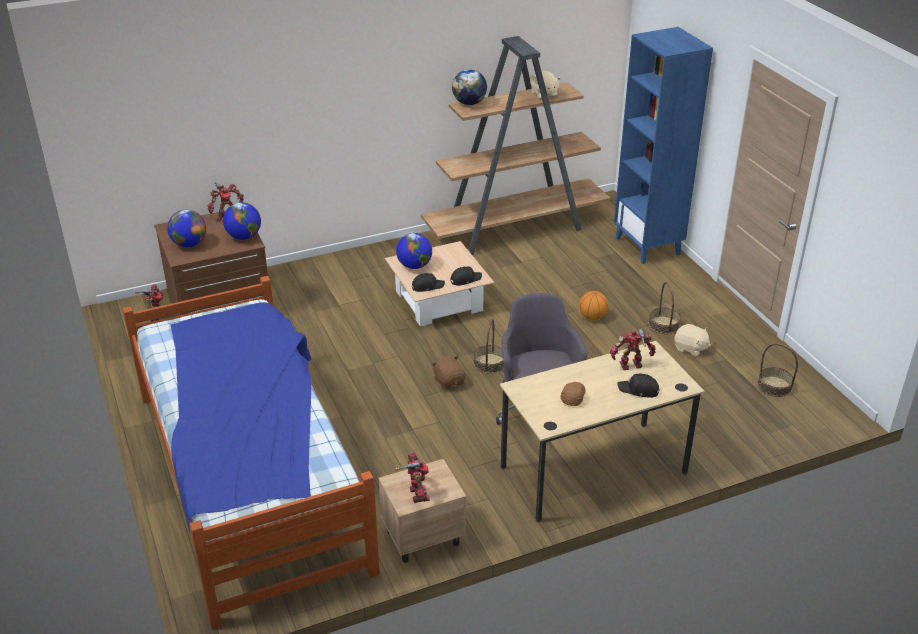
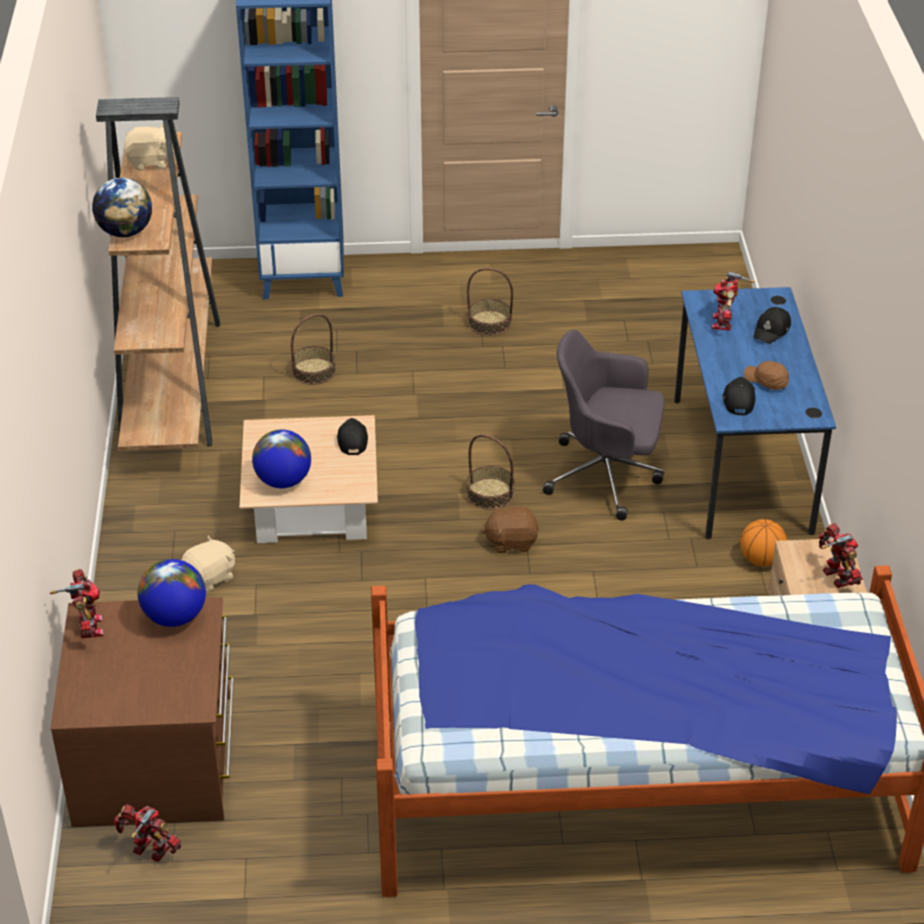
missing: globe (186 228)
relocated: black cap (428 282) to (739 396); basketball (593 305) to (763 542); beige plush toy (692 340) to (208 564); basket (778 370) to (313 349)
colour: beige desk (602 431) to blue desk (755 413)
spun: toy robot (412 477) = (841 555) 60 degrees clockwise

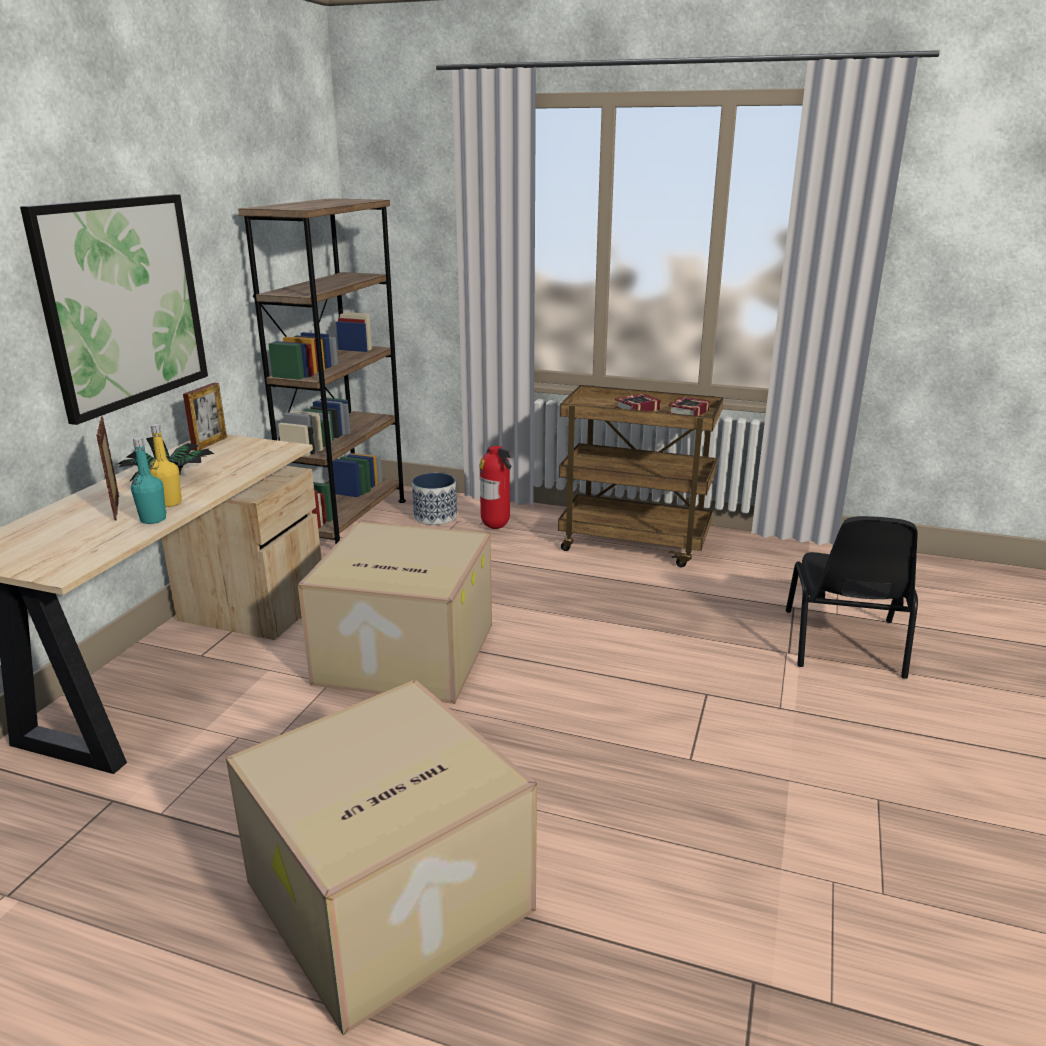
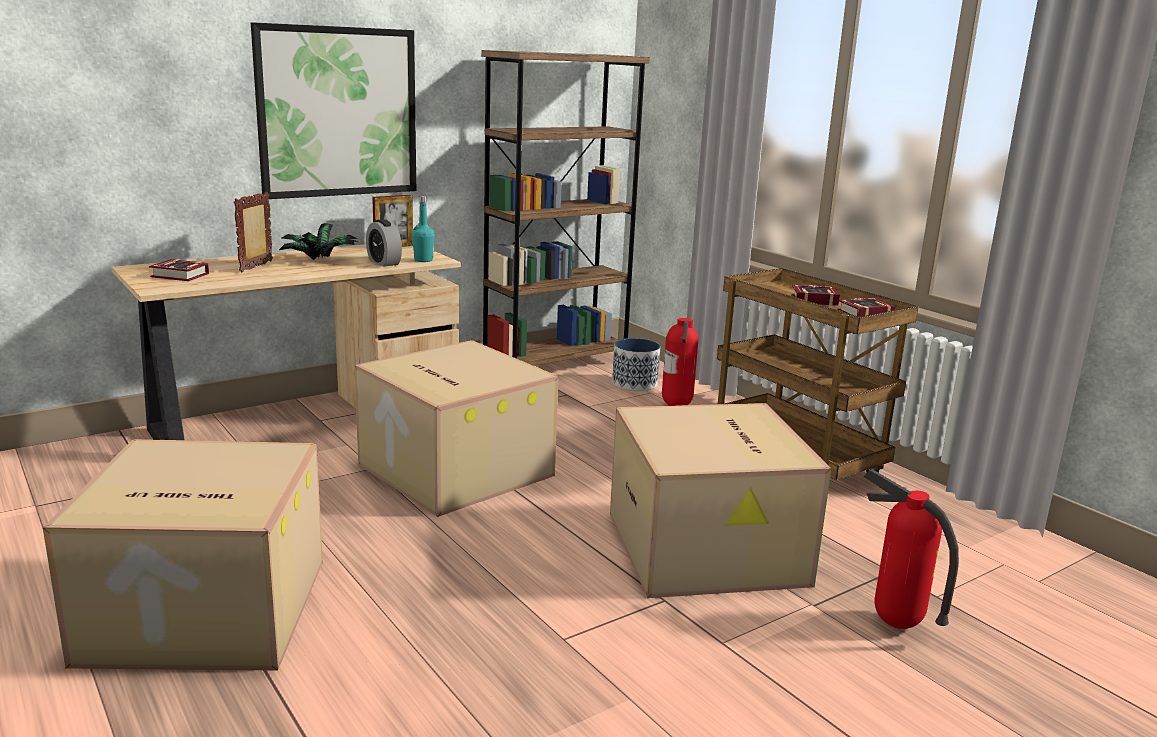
missing: yellow bottle (165 465)
appeared: alarm clock (384 243); book (179 270); cardboard box (720 500)
relocated: turquoise bottle (149 480) to (423 229)
exchanged: black chair (852 597) to fire extinguisher (911 549)

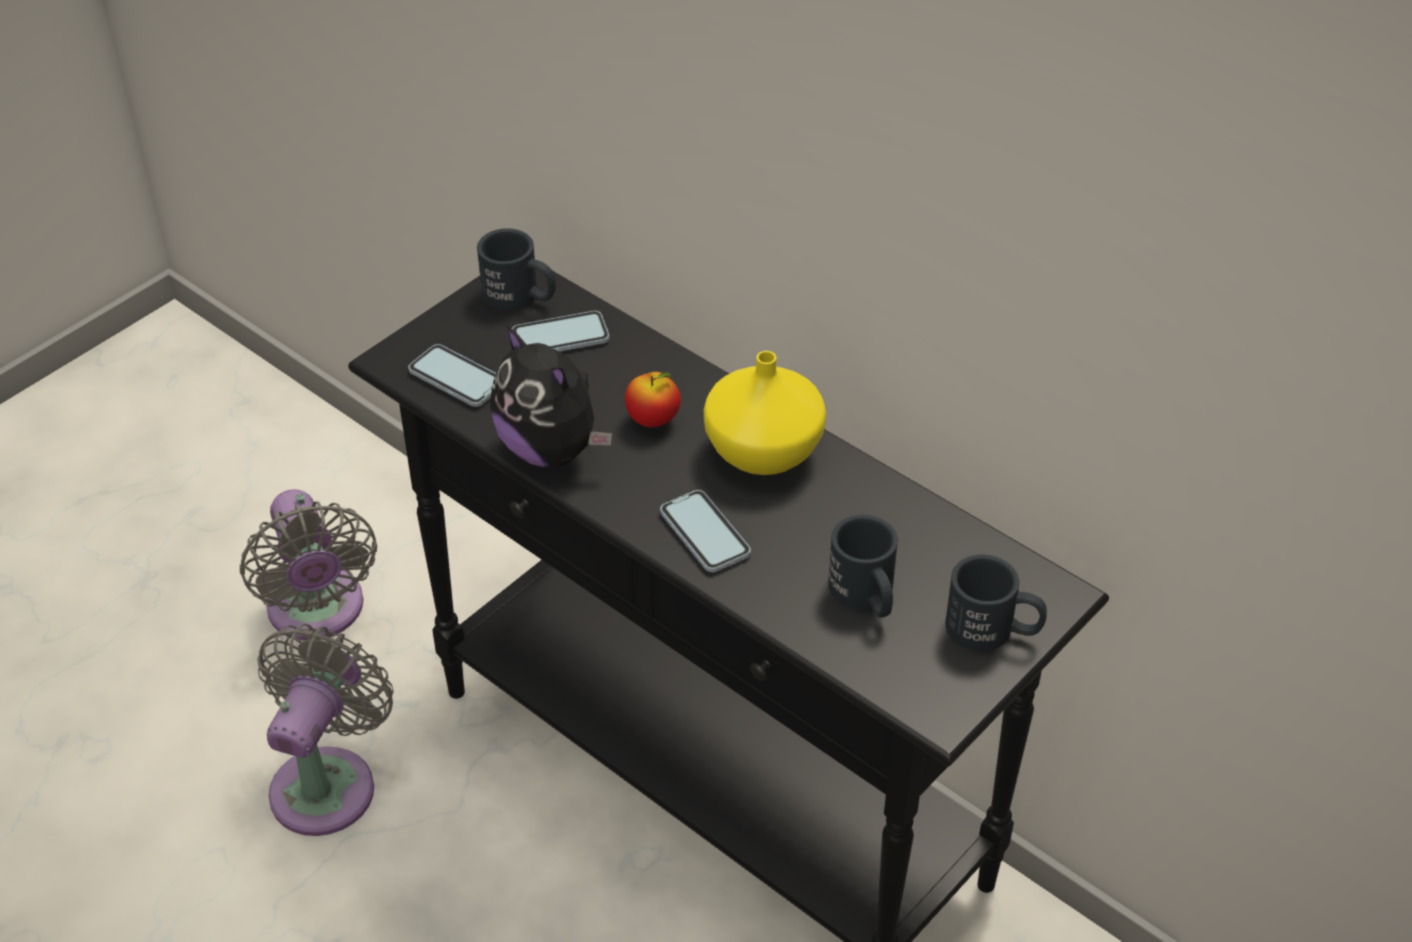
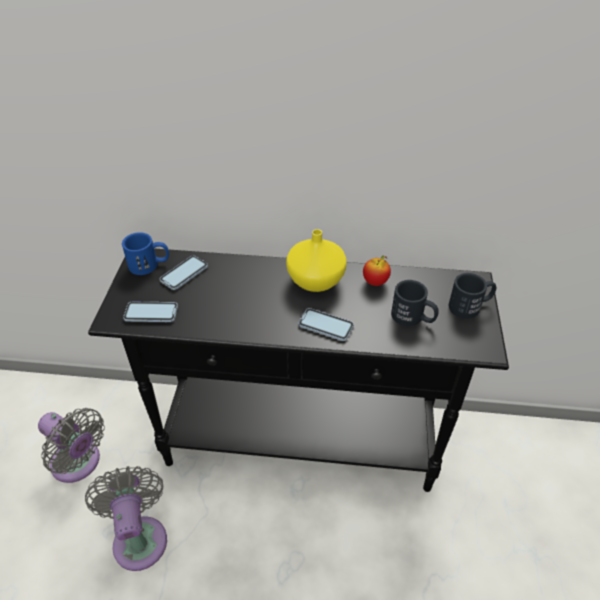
missing: plush toy (551 396)
relocated: apple (653 399) to (377 270)
colour: black mug (516 269) to blue mug (145 253)

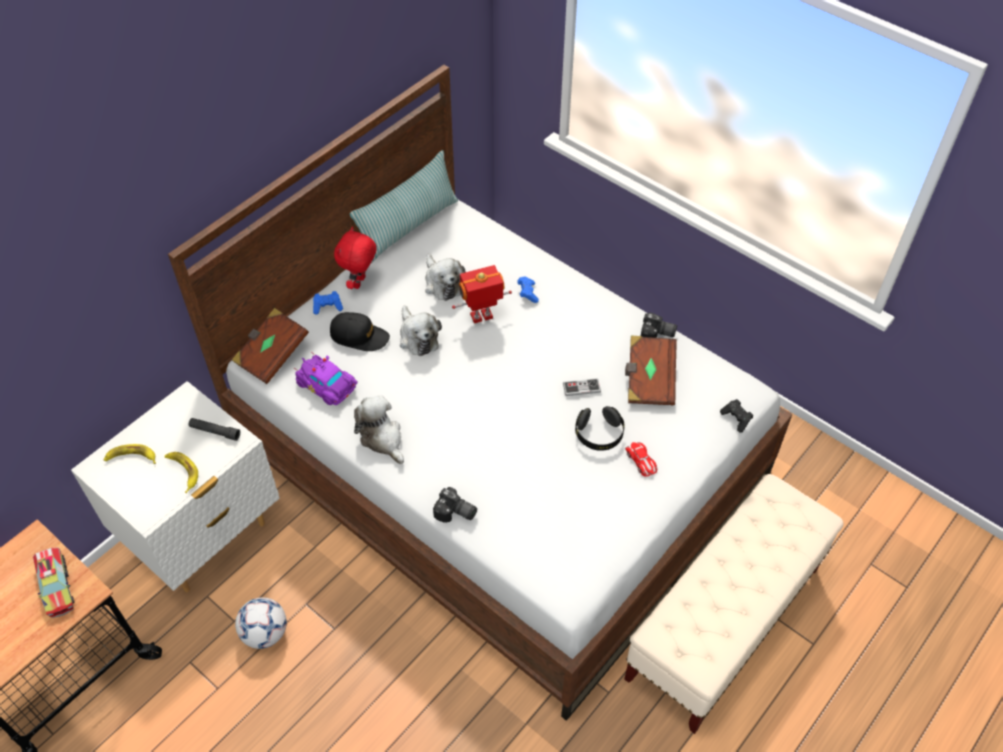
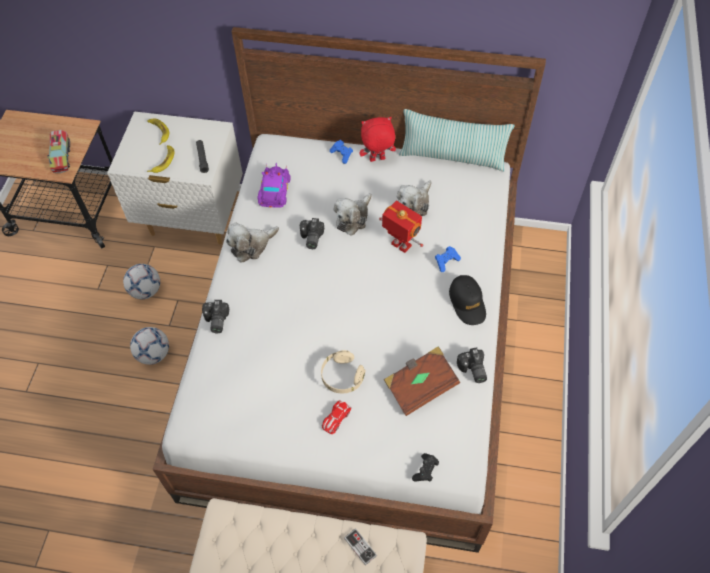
missing: brown book (270 346)
appeared: photo camera (312 233); football (149 346)
relocated: black cap (360 331) to (467 300); game controller (582 387) to (360 547)
colour: black headphones (600 428) to beige headphones (343 372)
spun: plush toy (379 429) = (252 242) 150 degrees counterclockwise; toy truck (54 582) = (58 151) 45 degrees counterclockwise

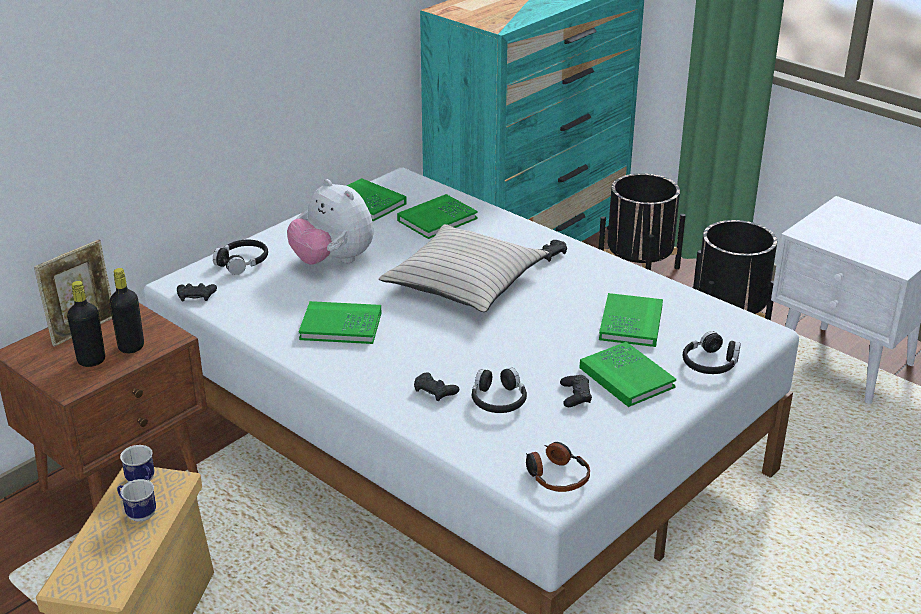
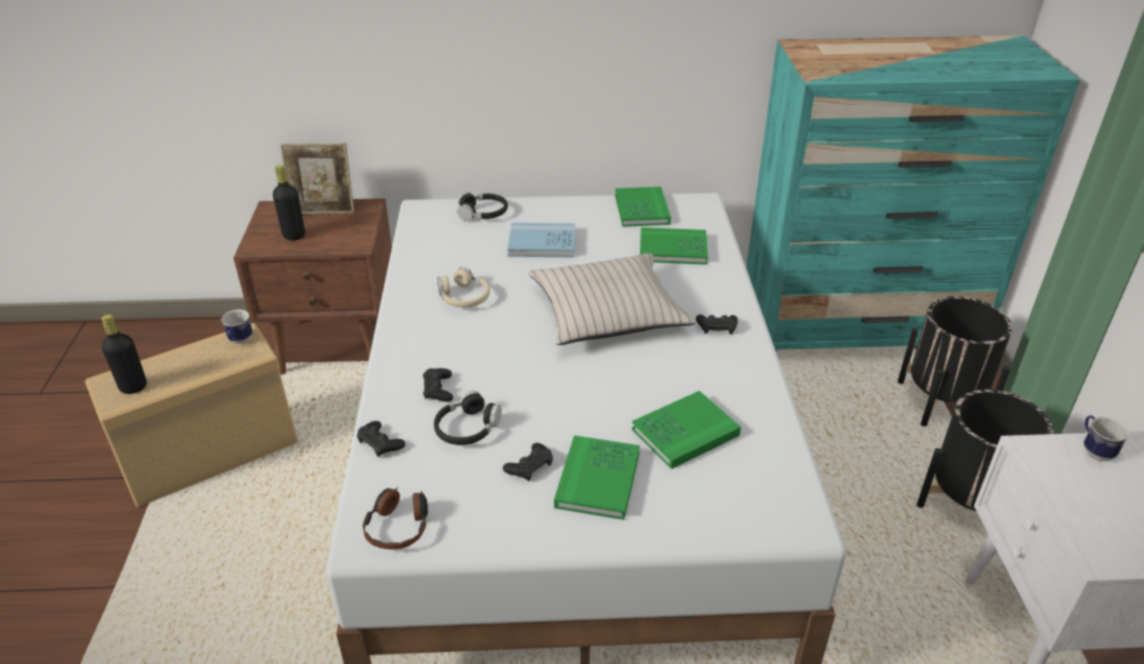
missing: black headphones (712 352)
relocated: black bottle (126 311) to (124 354); black game controller (197 292) to (381 439); mug (136 500) to (1106 438)
exchanged: plush toy (330 222) to blue book (541 240); green book (340 322) to beige headphones (463 287)

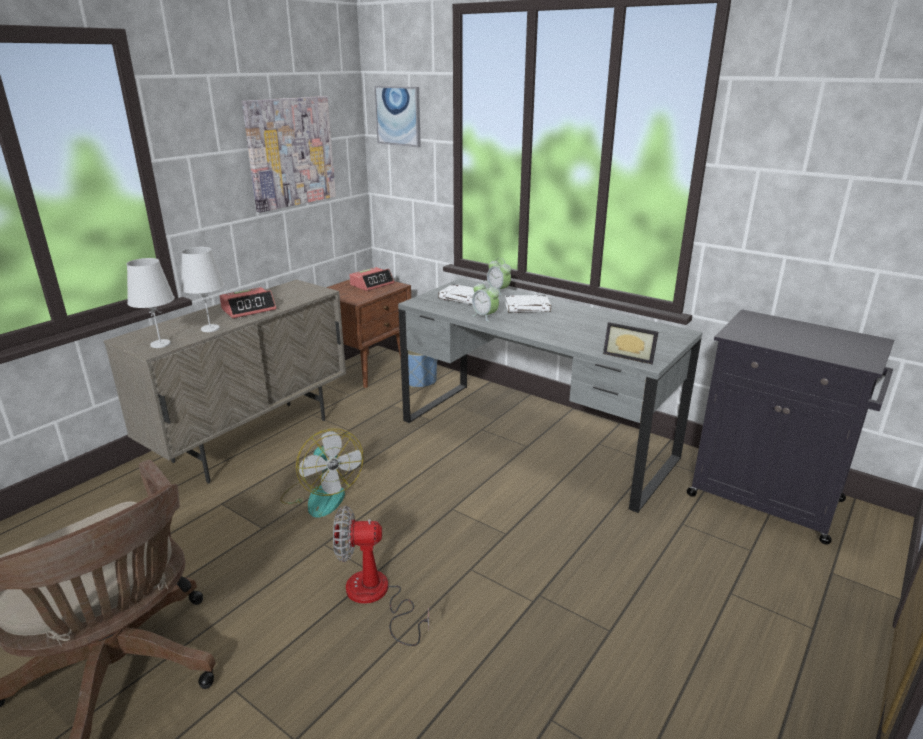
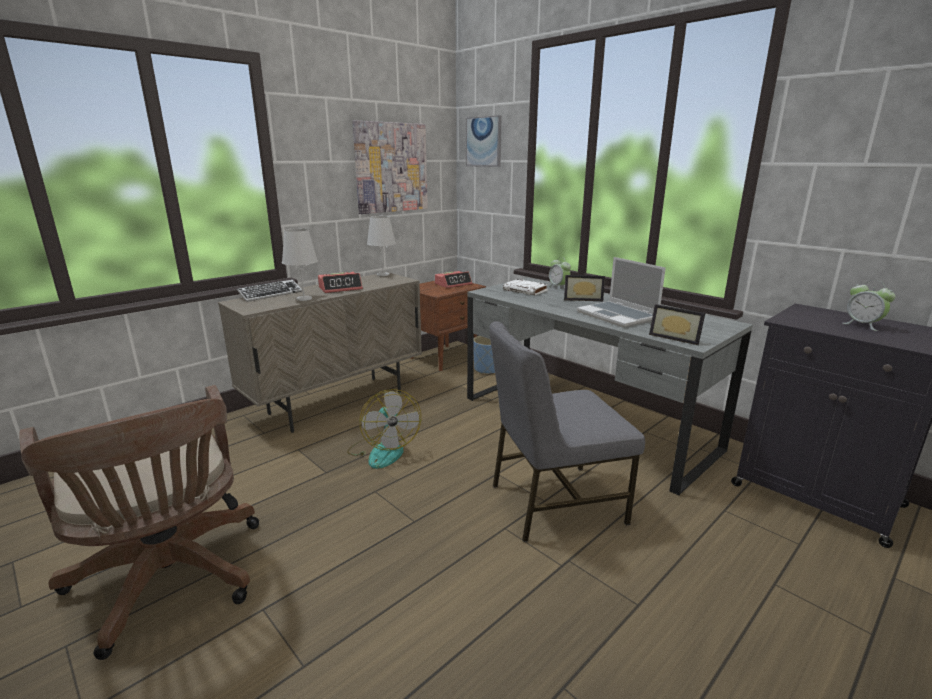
missing: fan (381 576)
appeared: laptop (621 292); keyboard (269 290); grey chair (567 431)
relocated: white table lamp (151 303) to (381 246); alarm clock (485 301) to (869 305)
exchanged: white book (528 304) to picture frame (584 288)

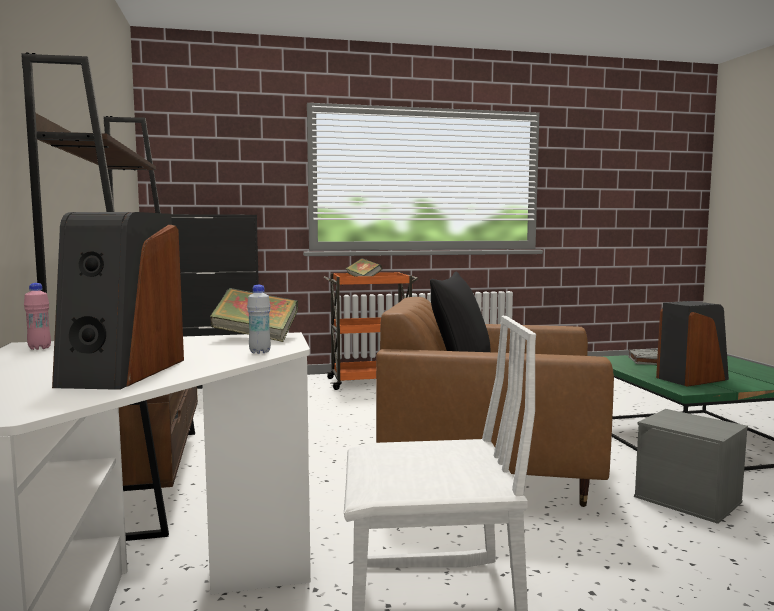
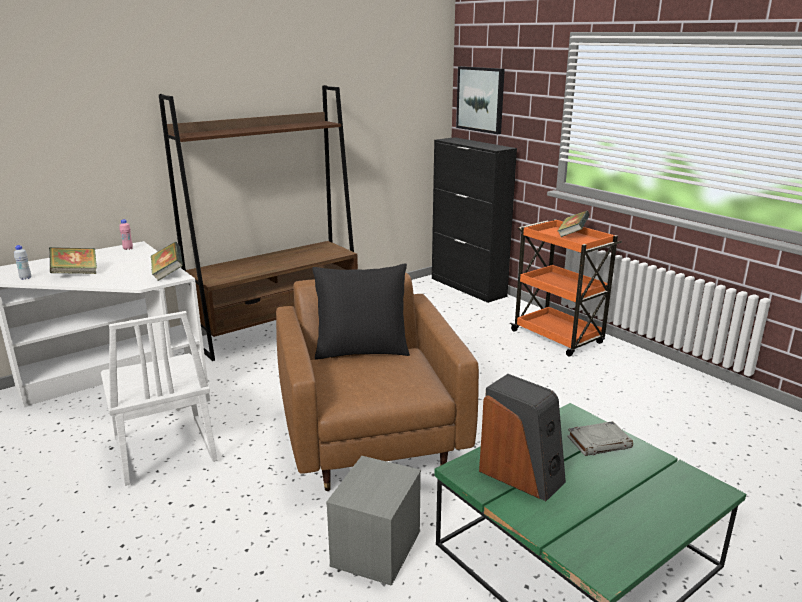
appeared: picture (480 100)
relocated: white bottle (259 319) to (22 262)
exchanged: speaker (118 301) to book (73 260)

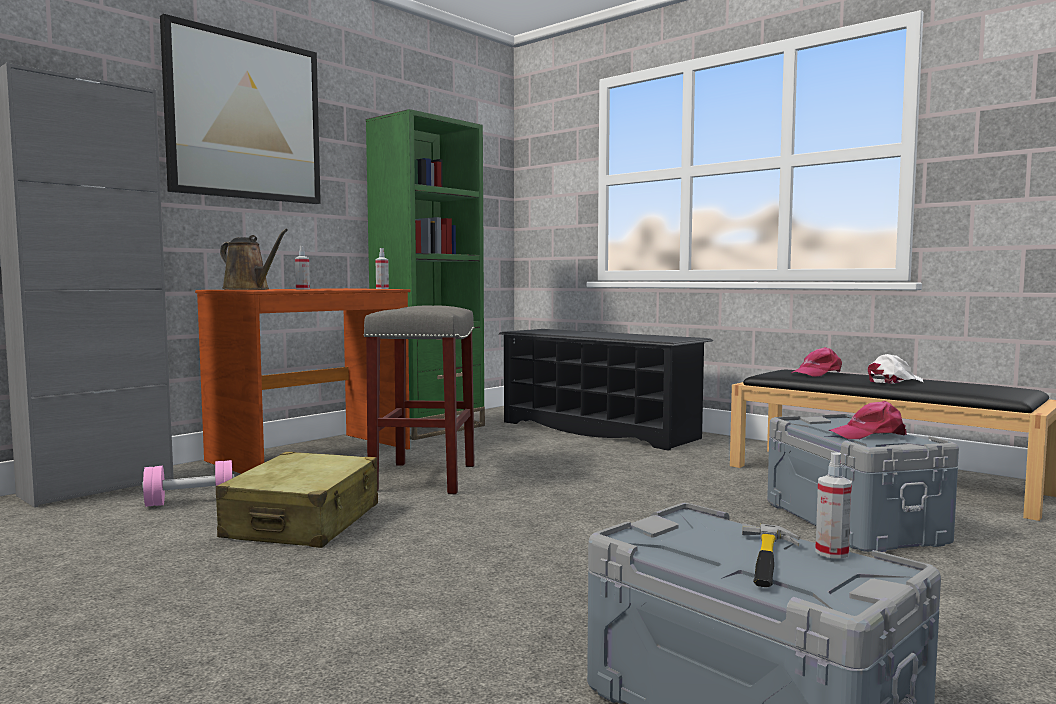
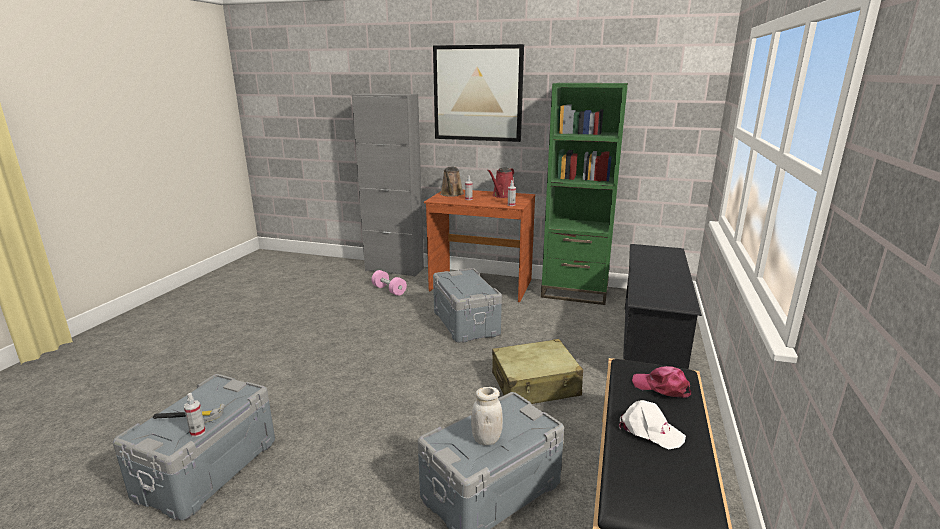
appeared: red watering can (501 183)
relocated: beige suitcase (297 500) to (537 371)
exchanged: grey stool (419 399) to grey storage box (467 305); pink cap (867 420) to white jar (487 416)

